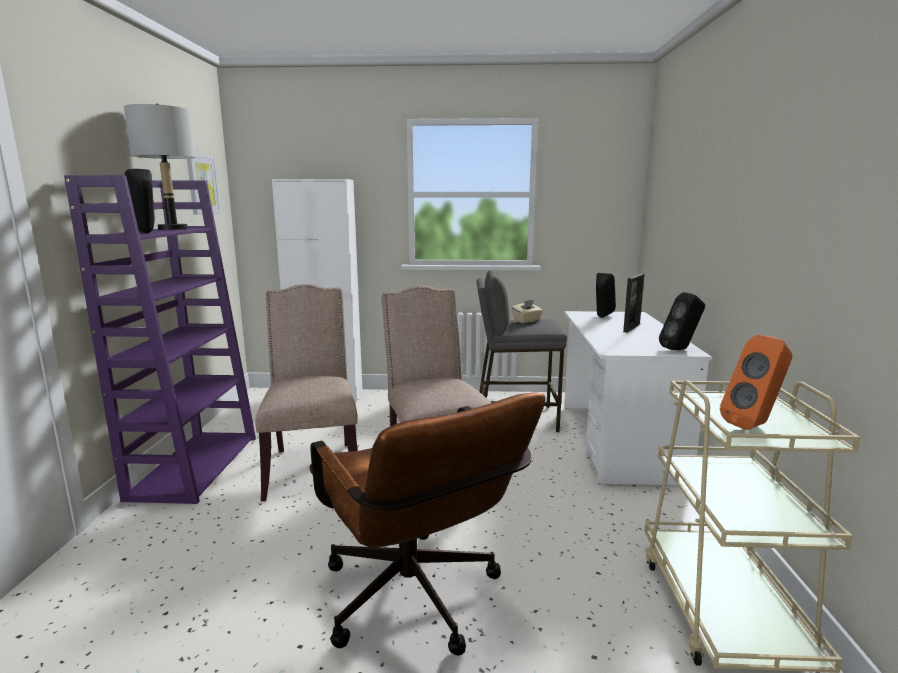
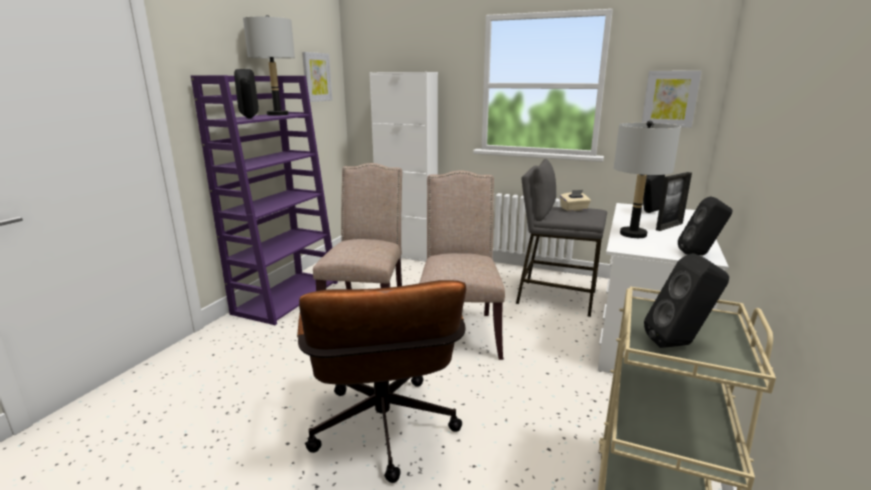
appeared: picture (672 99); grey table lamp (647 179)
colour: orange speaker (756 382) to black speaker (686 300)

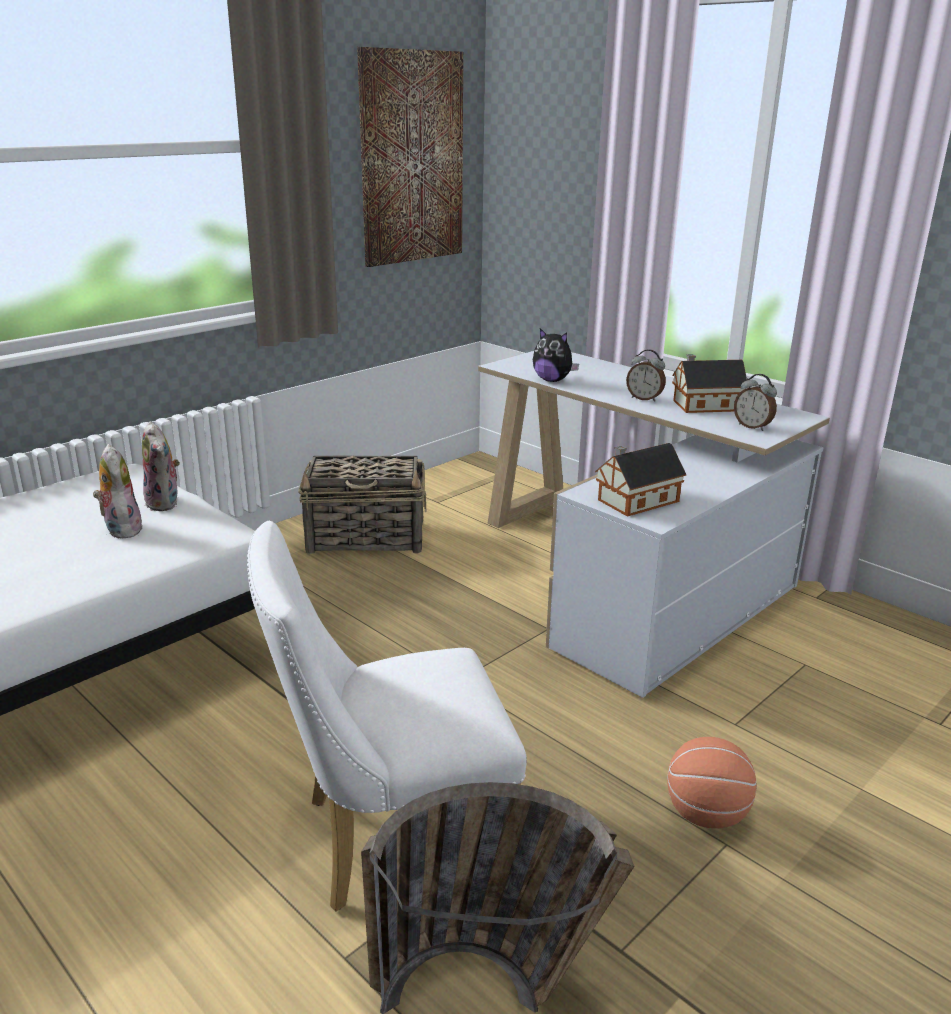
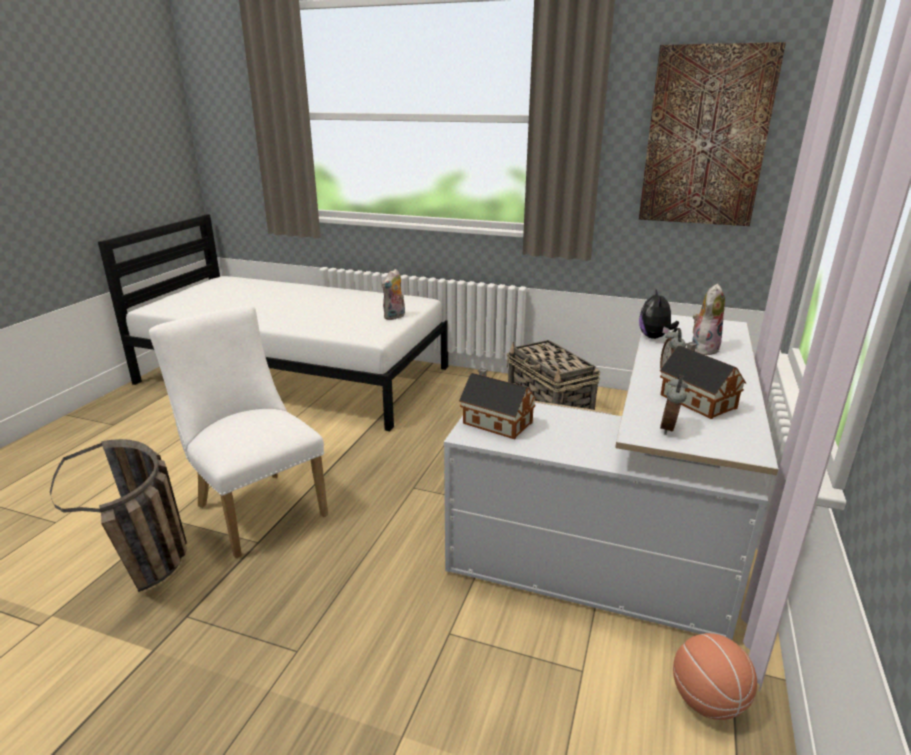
relocated: plush toy (118 491) to (708 320); basketball (711 783) to (715 676)

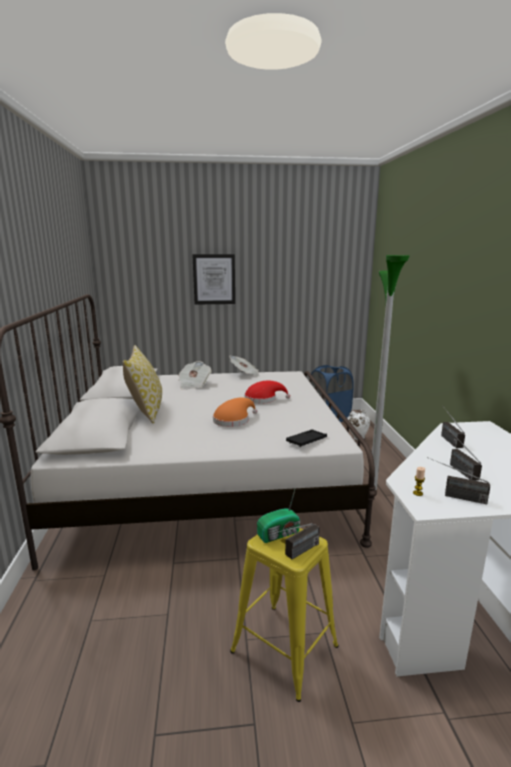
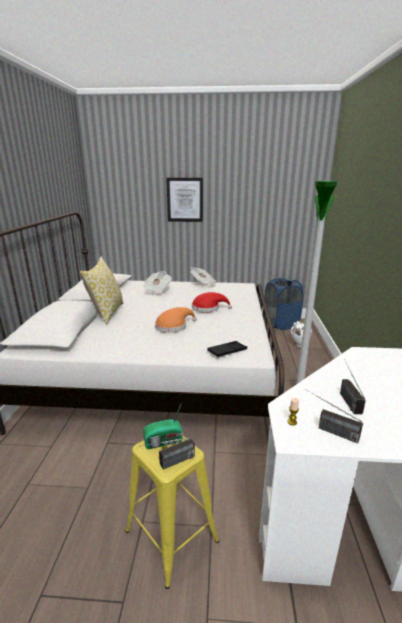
missing: radio (453 428)

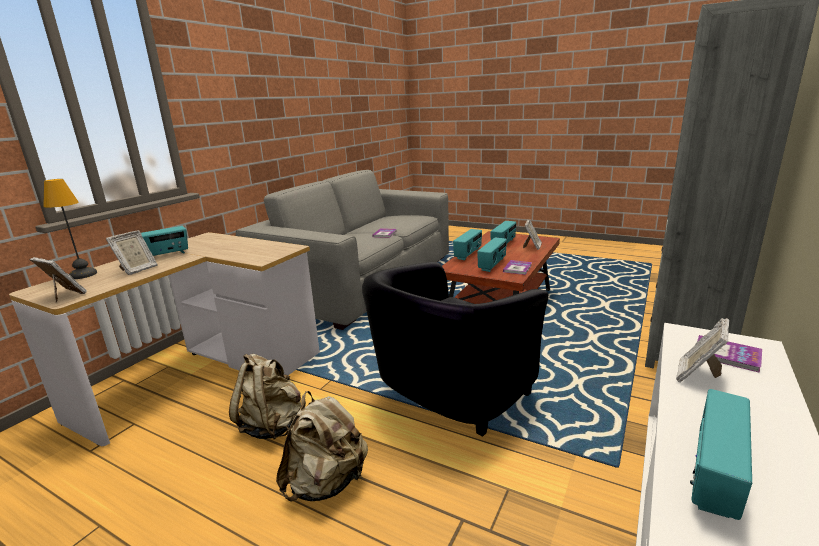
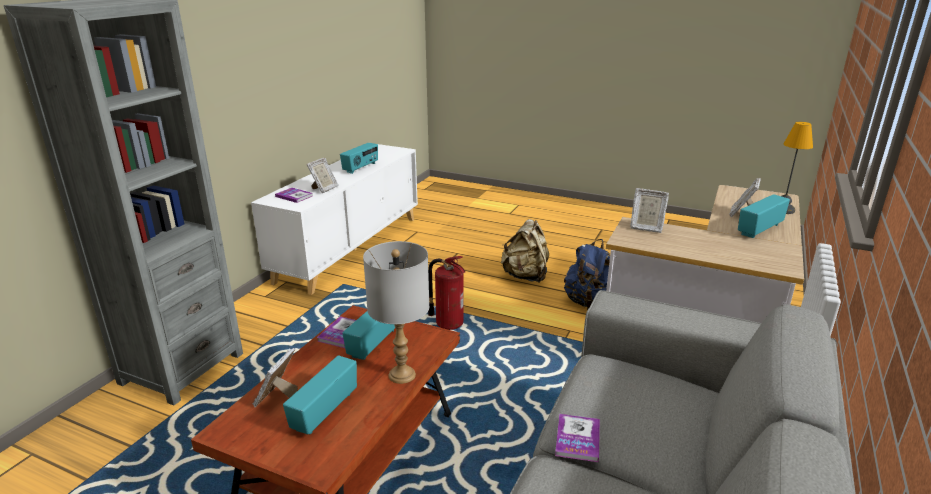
relocated: picture frame (58 279) to (649 210)
exchanged: radio (467 244) to grey table lamp (396 312); black armchair (455 349) to fire extinguisher (446 293)
colour: beige backpack (265 396) to blue backpack (587 274)

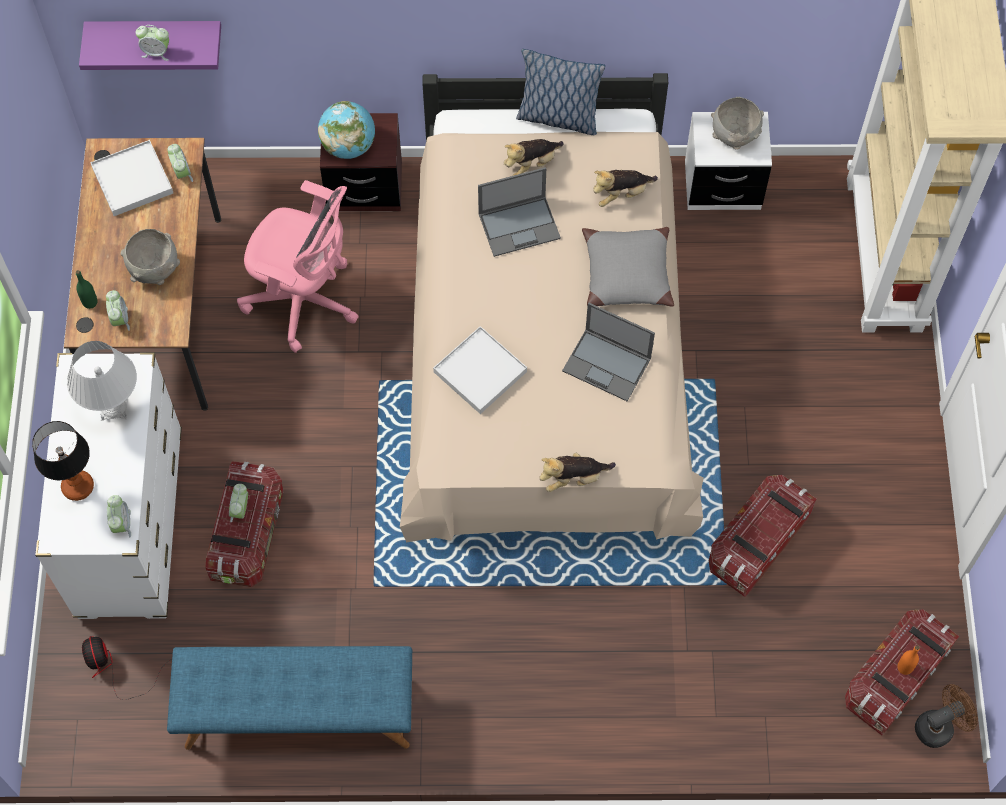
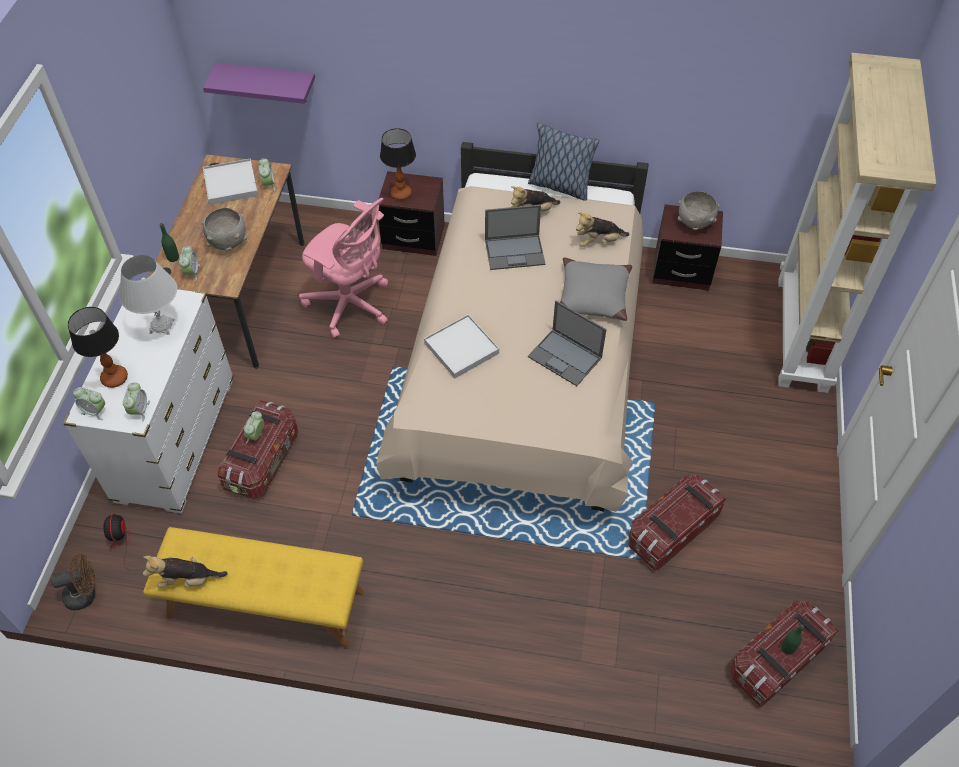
relocated: alarm clock (152 43) to (89 403); plush toy (577 472) to (185 572); brown fan (946 716) to (73 582)
exchanged: globe (346 130) to table lamp (398 164)
colour: white nightstand (728 161) to brown nightstand (687 247); blue bench (289 698) to yellow bench (253 588); orange bottle (908 660) to green bottle (792 639)

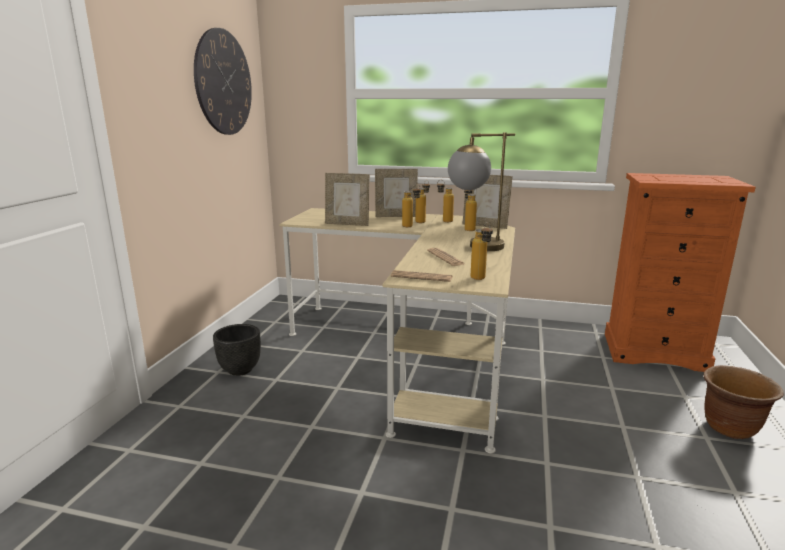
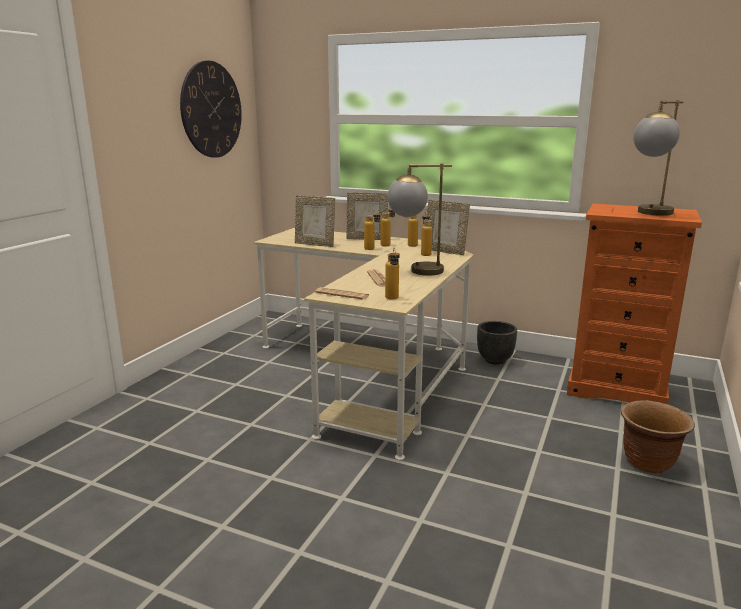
appeared: table lamp (658 158)
relocated: black planter (237 350) to (497 343)

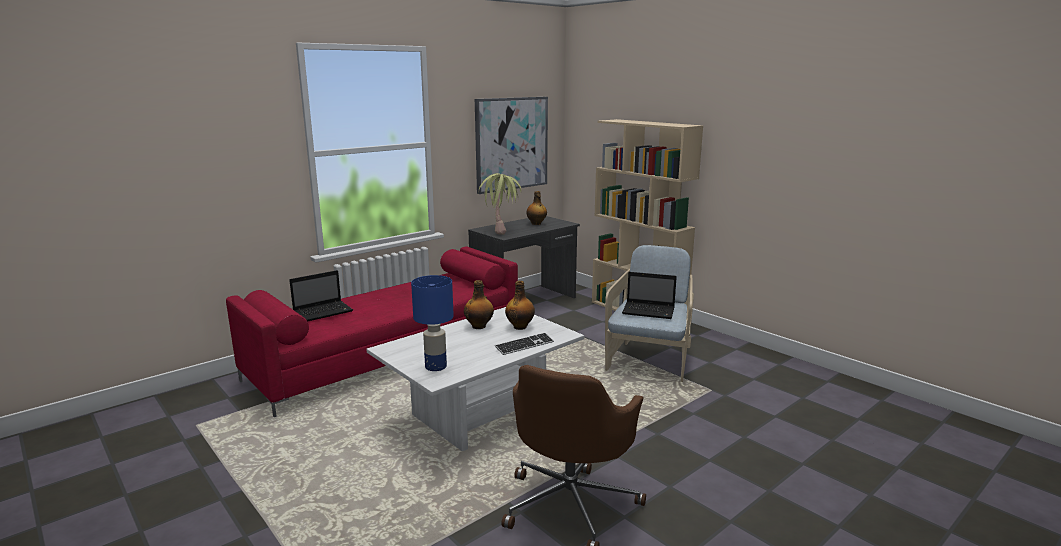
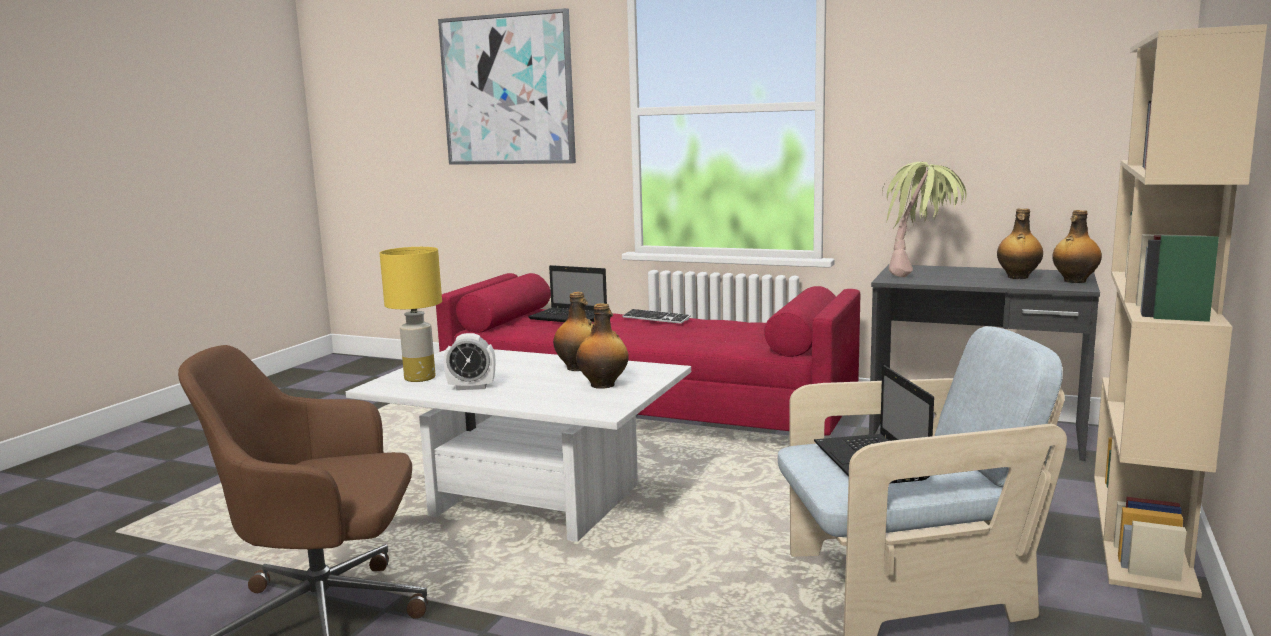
appeared: bottle (1077 246); alarm clock (469 361)
relocated: picture (511 145) to (507 86); keyboard (524 344) to (656 316)
colour: blue table lamp (432 323) to yellow table lamp (411 314)

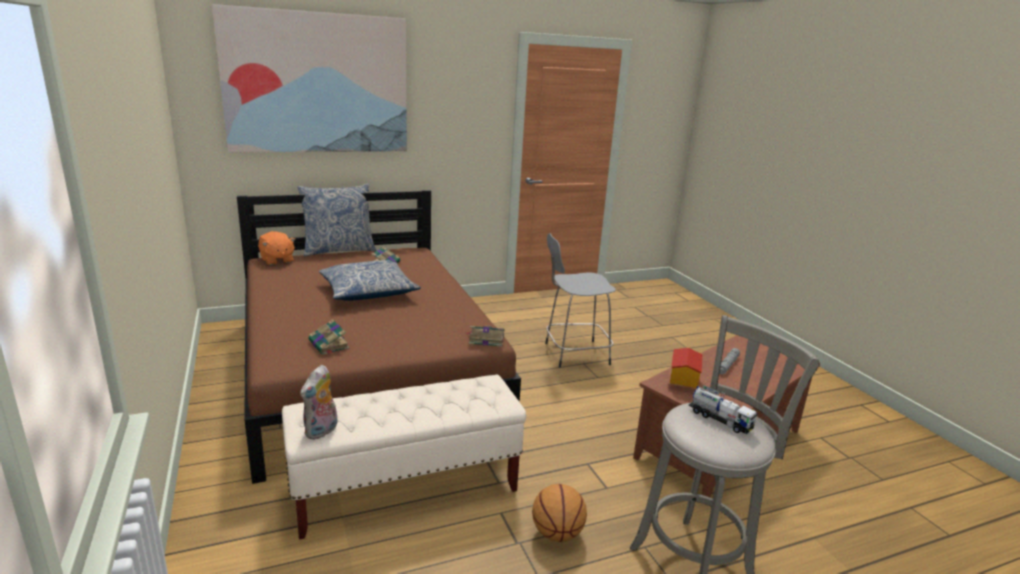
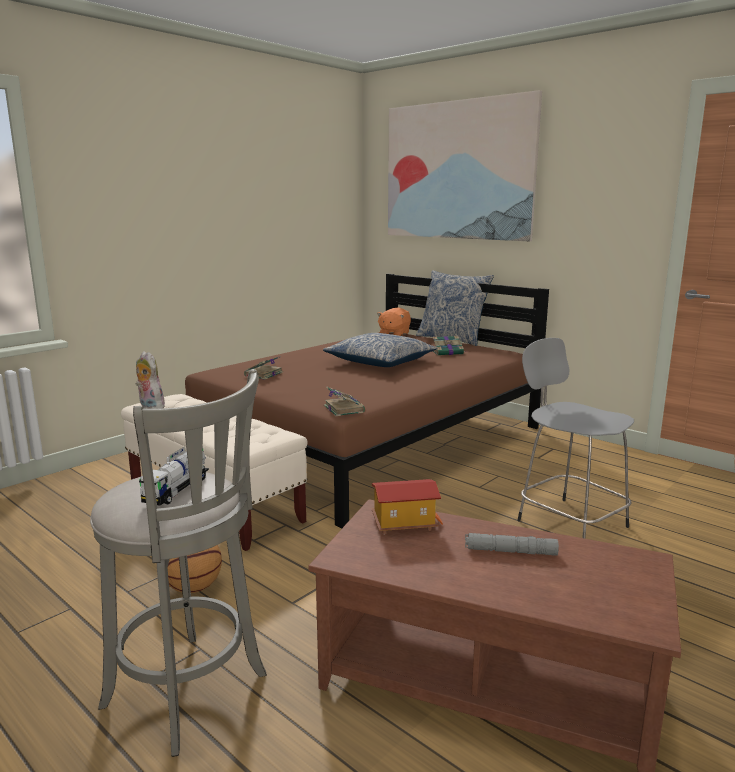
spun: plush toy (318 402) = (151 380) 45 degrees clockwise

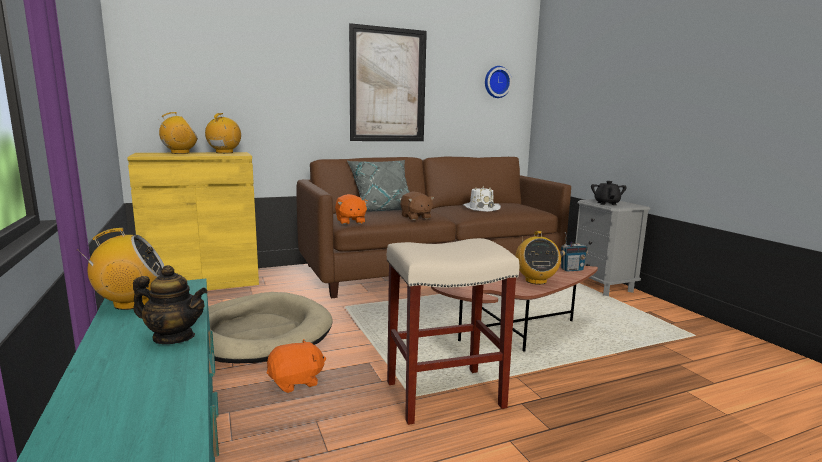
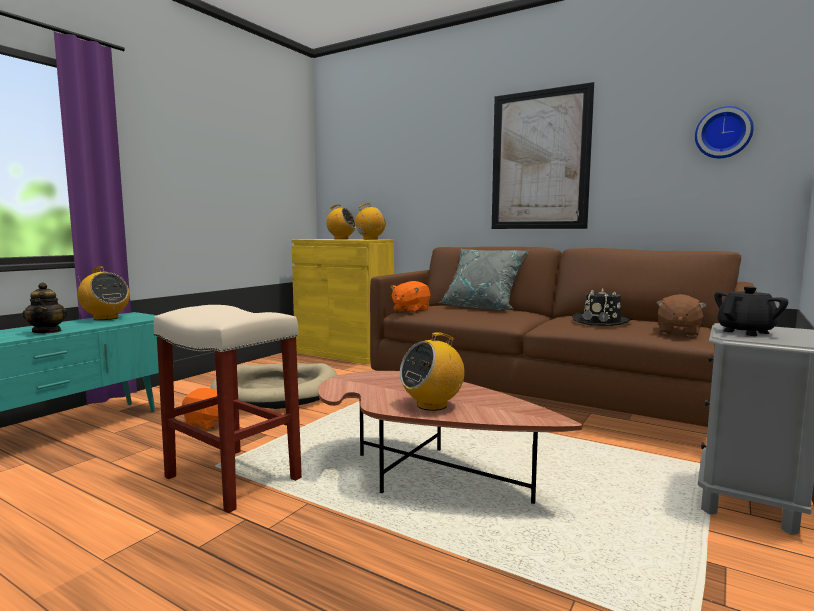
missing: radio (574 252)
relocated: brown plush toy (417 206) to (681 315)
colour: white hat (482 199) to black hat (602 307)

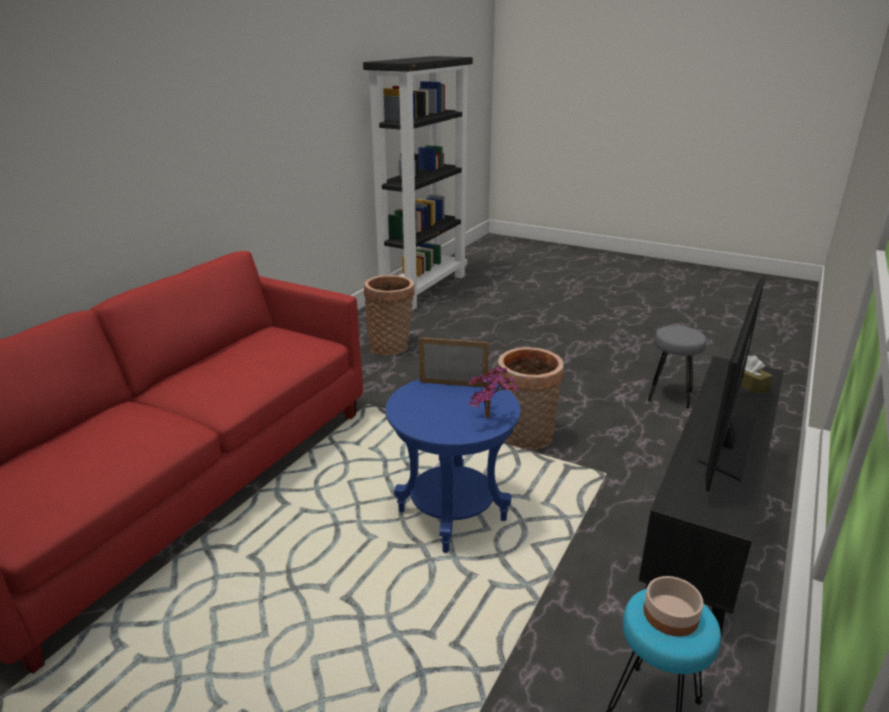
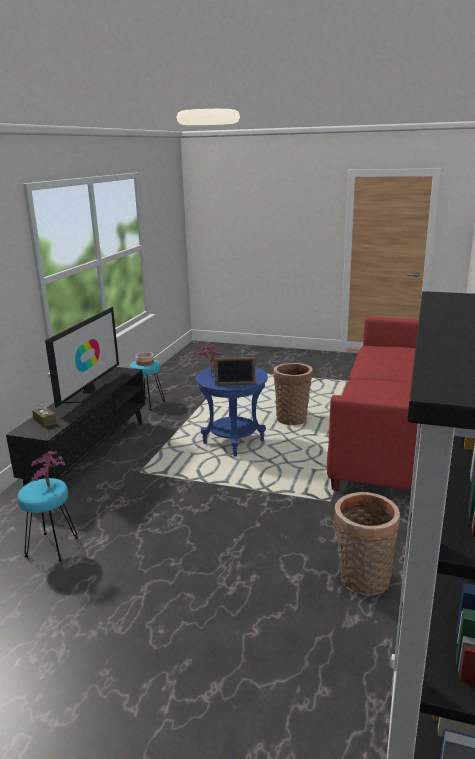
appeared: potted plant (48 468)
relocated: basket (531 398) to (293 394)
colour: grey stool (677 367) to turquoise stool (47 519)

